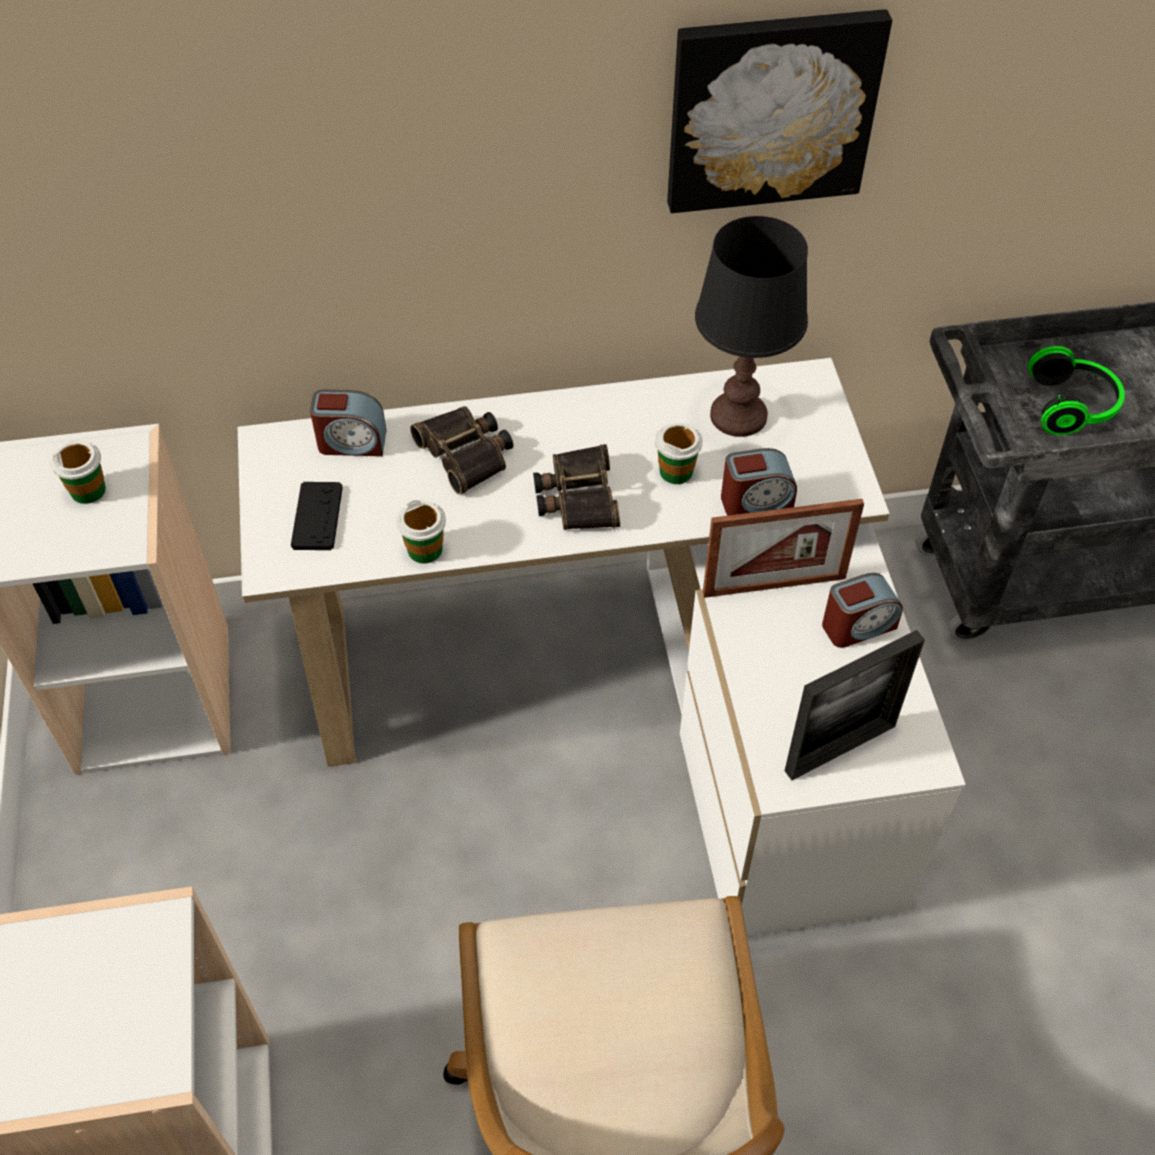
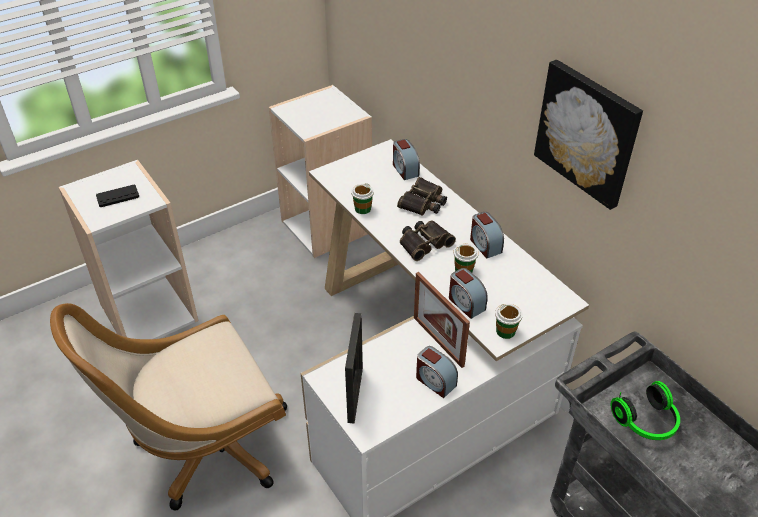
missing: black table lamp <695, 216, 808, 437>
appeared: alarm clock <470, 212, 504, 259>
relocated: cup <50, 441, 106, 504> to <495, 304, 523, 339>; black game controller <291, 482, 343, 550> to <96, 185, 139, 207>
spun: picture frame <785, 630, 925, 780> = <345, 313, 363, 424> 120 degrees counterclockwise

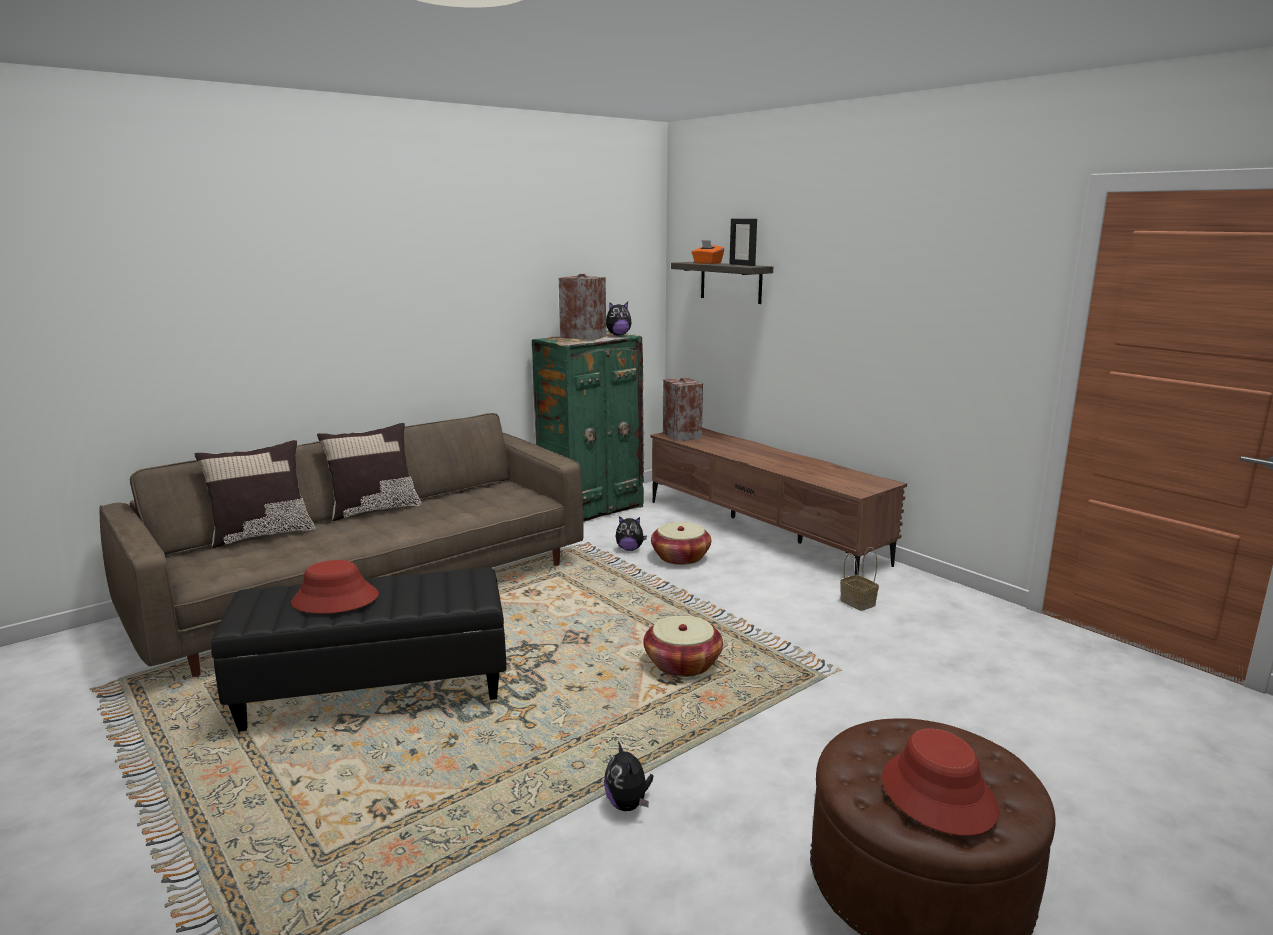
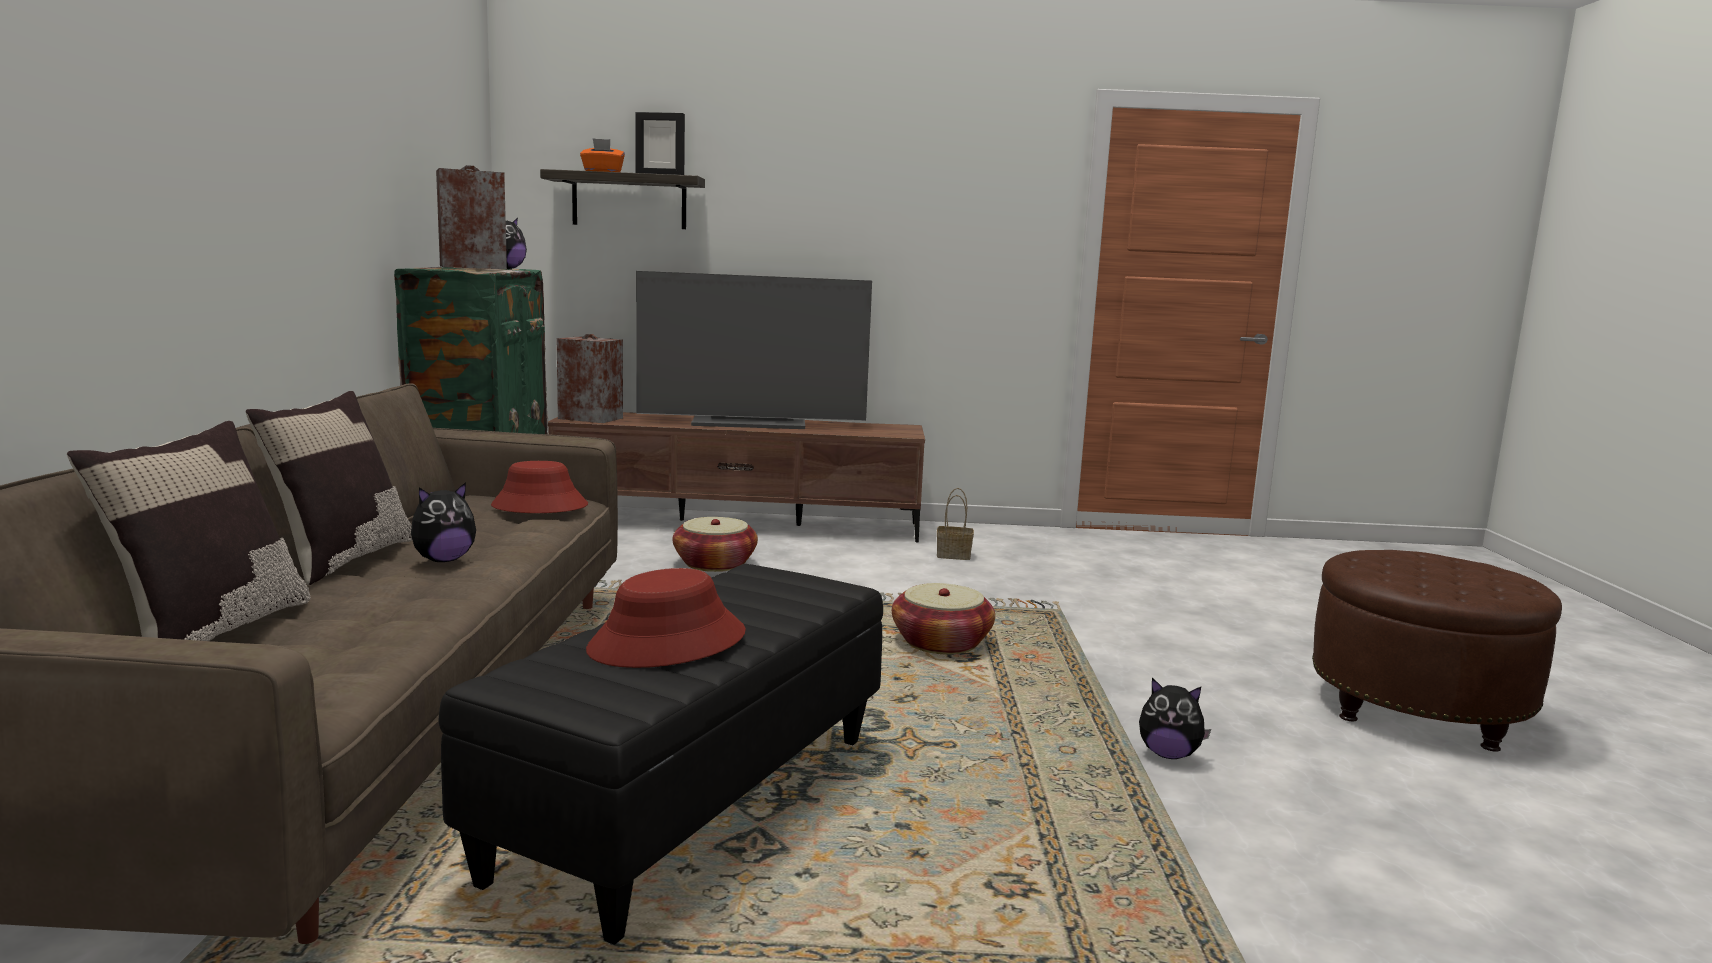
appeared: television <636, 271, 872, 429>
relocated: plush toy <616, 516, 647, 551> to <411, 482, 476, 562>; red hat <882, 728, 999, 836> to <491, 461, 588, 513>

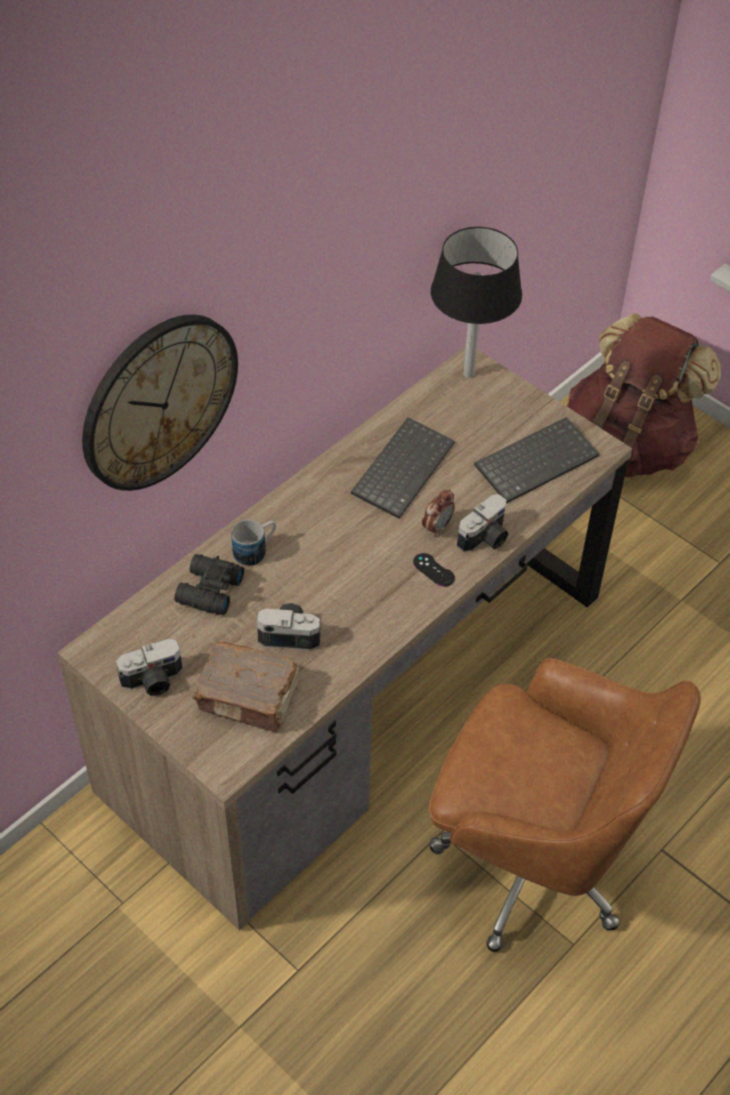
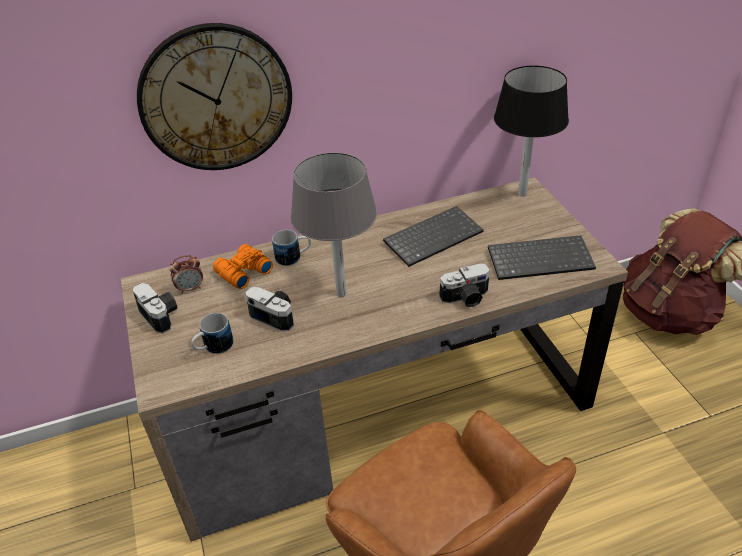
missing: black game controller <413, 553, 455, 587>
appeared: grey table lamp <291, 152, 377, 297>
relocated: alarm clock <422, 489, 455, 537> to <169, 255, 203, 294>
exchanged: brown book <192, 641, 299, 733> to mug <191, 313, 233, 354>
colour: black binoculars <174, 554, 244, 615> to orange binoculars <213, 244, 273, 289>
spun: photo camera <116, 638, 183, 696> = <133, 283, 177, 334> 135 degrees counterclockwise

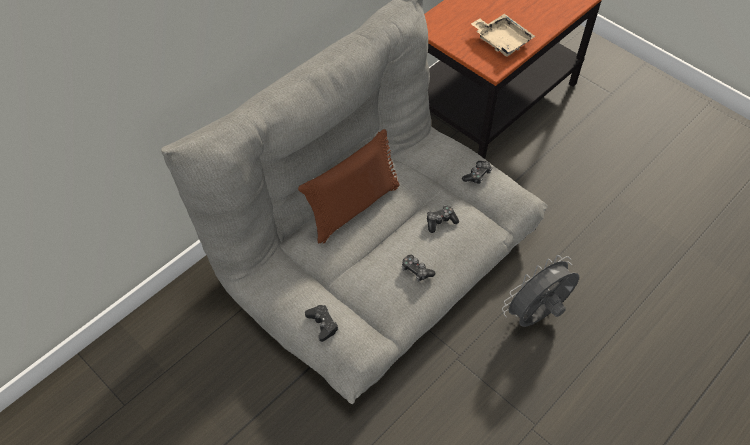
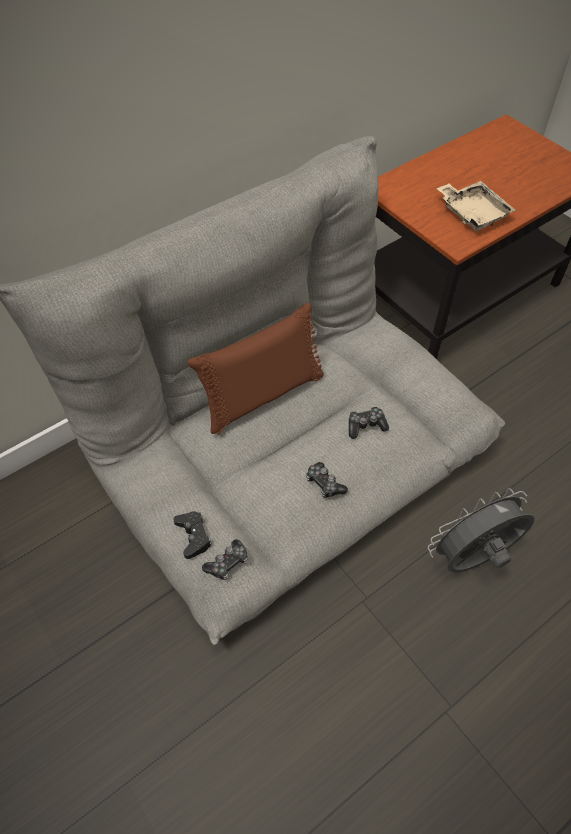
relocated: game controller <462, 161, 492, 184> to <202, 539, 248, 580>

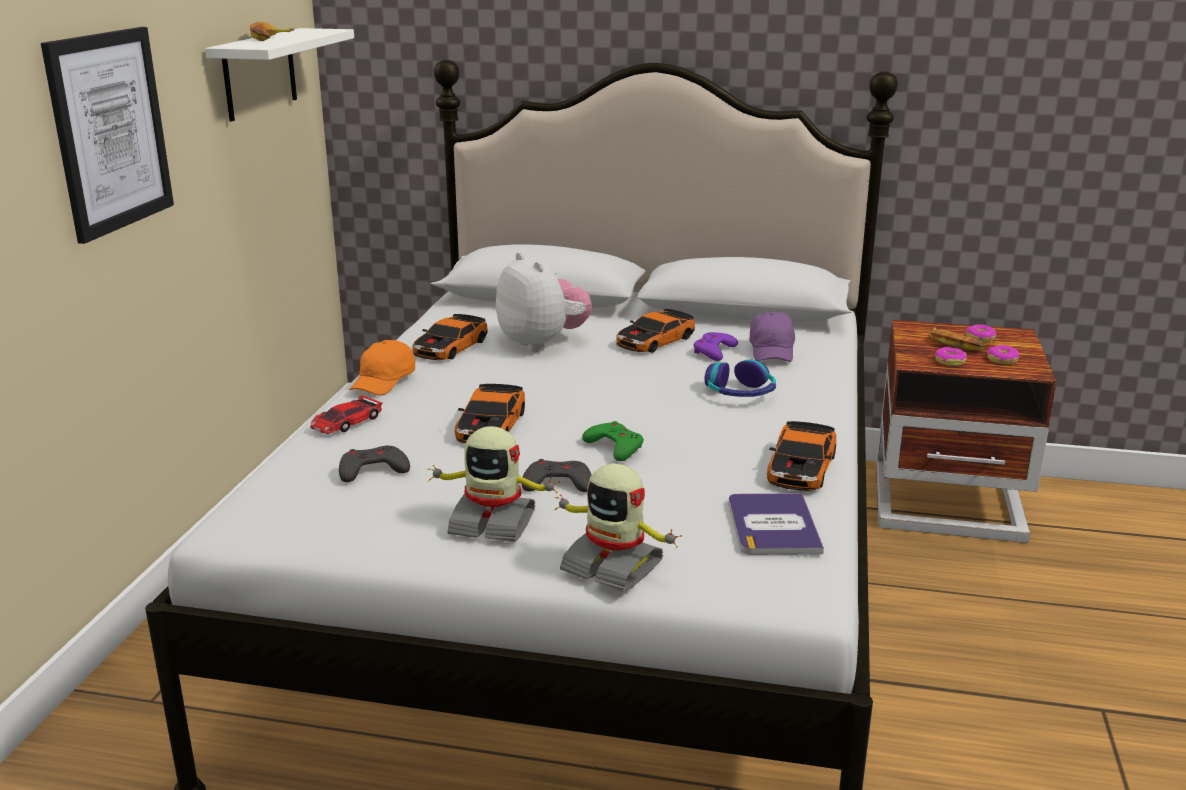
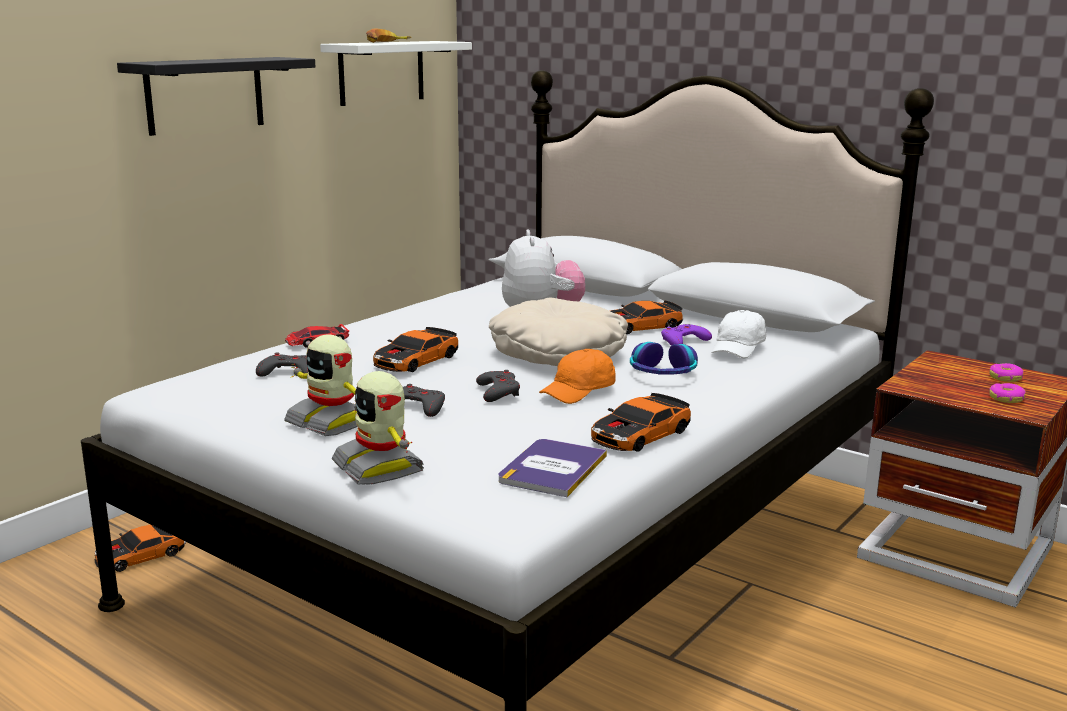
missing: banana <930, 327, 986, 351>; donut <935, 347, 967, 366>
appeared: beige pillow <489, 298, 628, 366>
relocated: orange cap <349, 340, 415, 396> to <539, 349, 616, 404>; toy car <412, 314, 487, 360> to <94, 525, 186, 572>
exchanged: picture <41, 27, 174, 244> to black shelf <117, 57, 316, 136>
colour: green game controller <582, 421, 644, 461> to grey game controller <476, 370, 520, 402>; purple cap <749, 311, 795, 362> to white cap <711, 310, 766, 358>

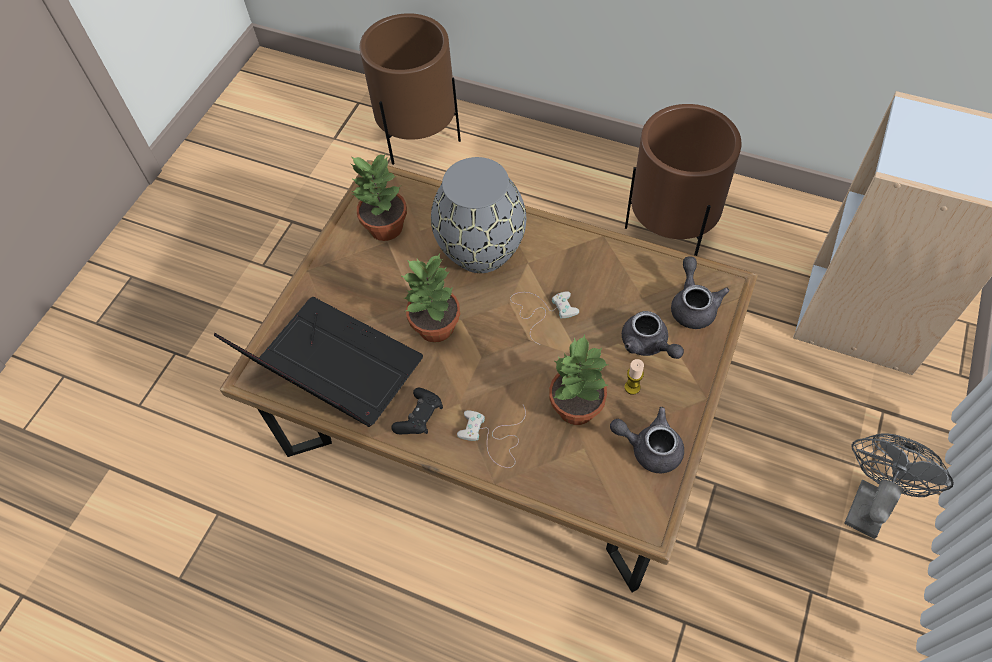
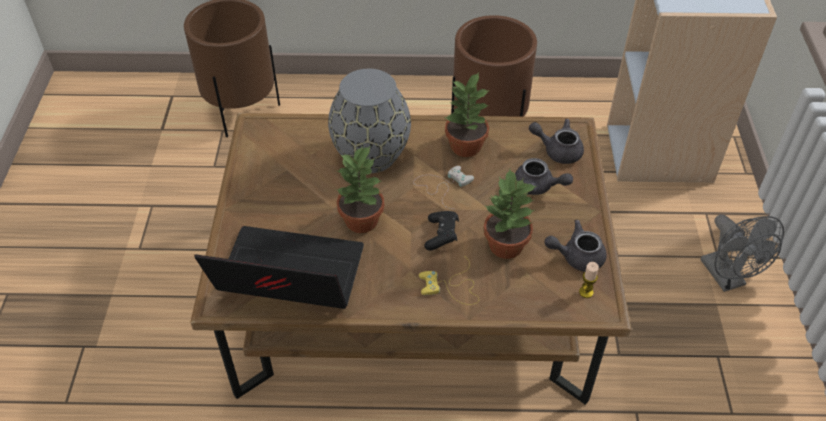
relocated: potted plant <351, 153, 407, 241> to <445, 72, 490, 157>; black game controller <391, 388, 443, 434> to <424, 211, 459, 251>; candle <625, 359, 644, 395> to <579, 262, 599, 298>
colour: white game controller <457, 404, 526, 468> to yellow game controller <419, 255, 479, 305>
spun: grey teapot <671, 256, 729, 329> = <529, 119, 584, 164> 45 degrees counterclockwise; grey fan <844, 433, 954, 539> = <700, 214, 784, 292> 150 degrees clockwise

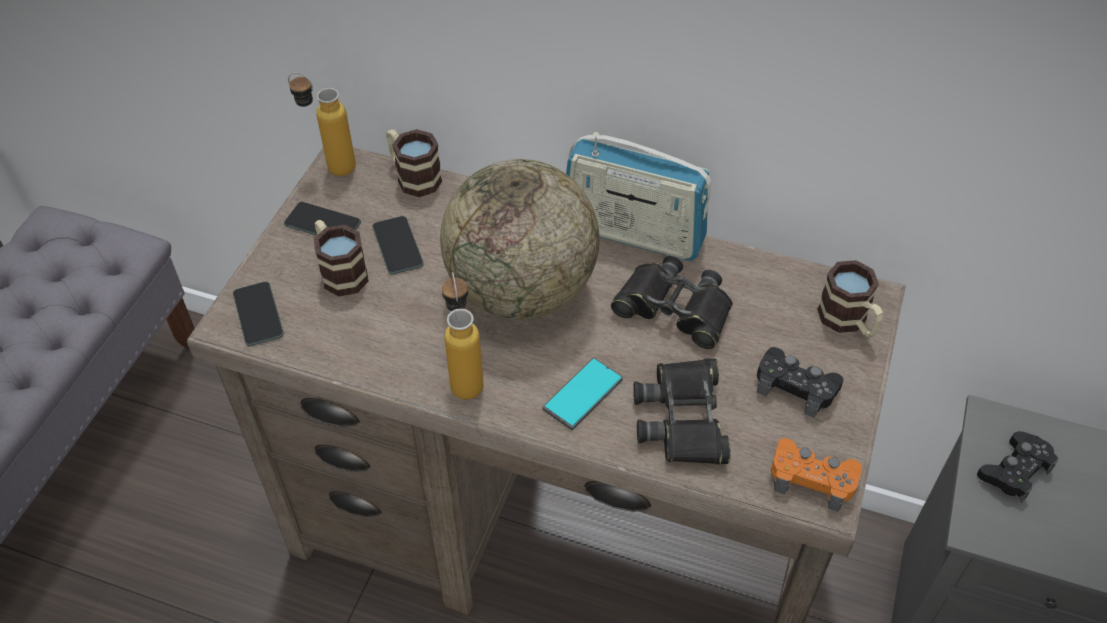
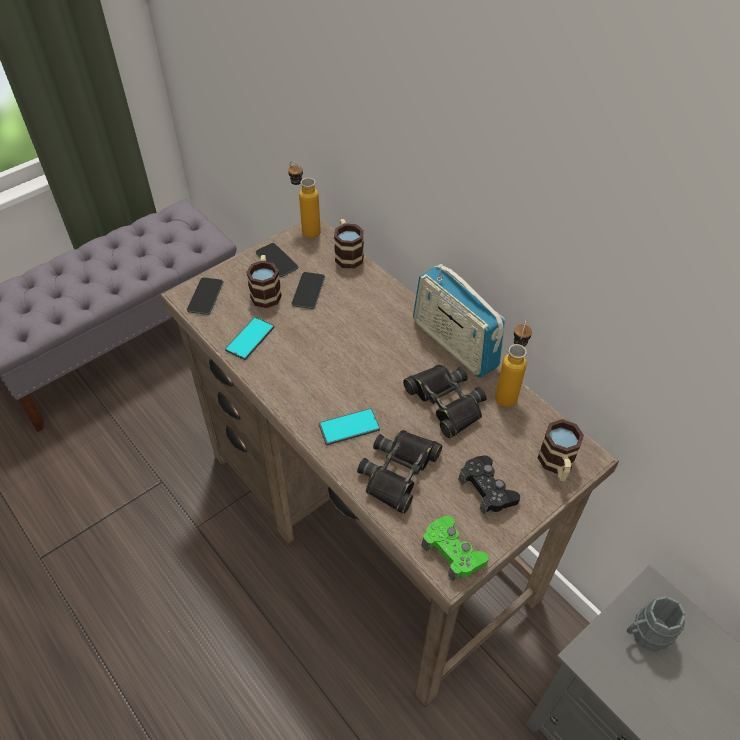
missing: globe <440, 159, 600, 319>
appeared: phone <225, 317, 275, 360>
relocated: bottle <442, 272, 484, 400> to <495, 320, 532, 407>
exchanged: black game controller <977, 431, 1058, 503> to grey mug <627, 596, 685, 652>
colour: orange game controller <771, 438, 862, 512> to green game controller <422, 516, 489, 581>

